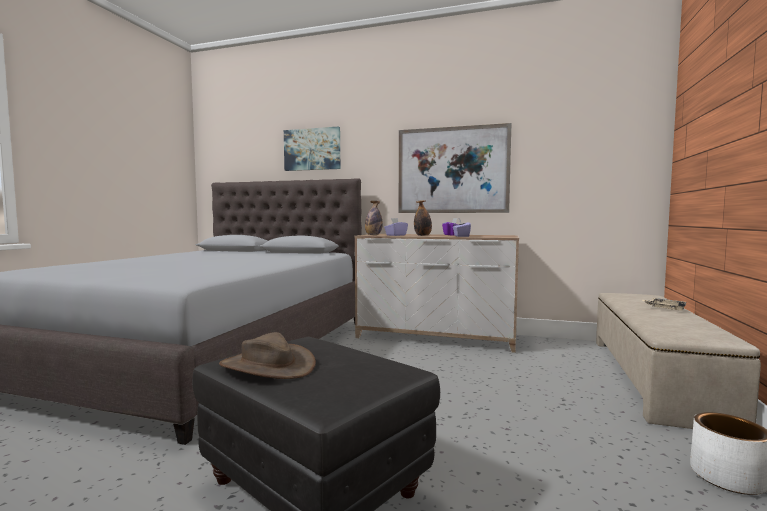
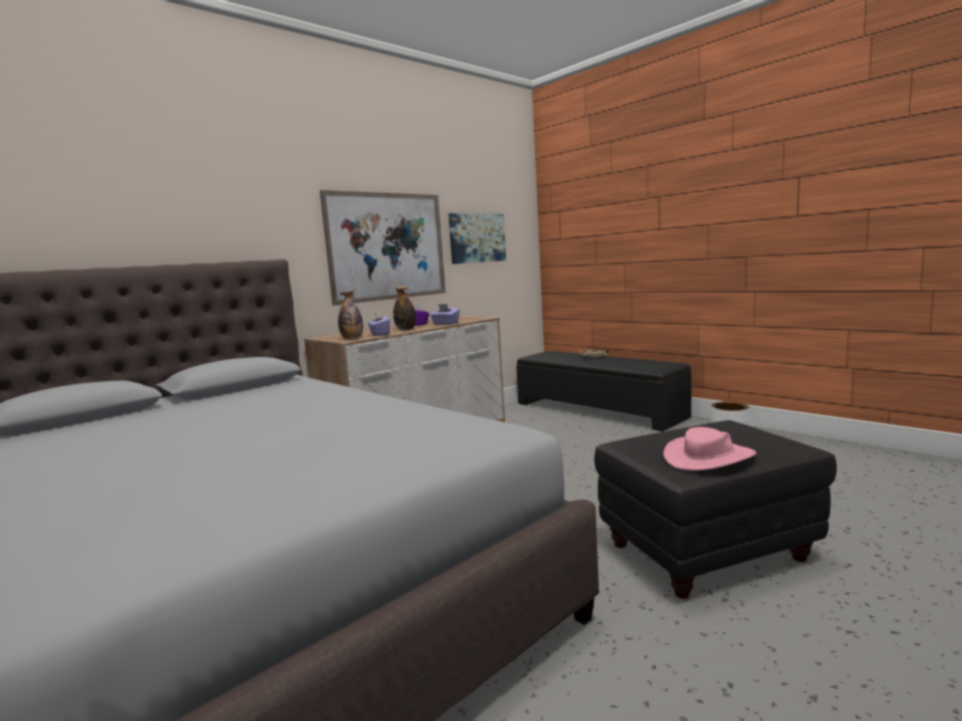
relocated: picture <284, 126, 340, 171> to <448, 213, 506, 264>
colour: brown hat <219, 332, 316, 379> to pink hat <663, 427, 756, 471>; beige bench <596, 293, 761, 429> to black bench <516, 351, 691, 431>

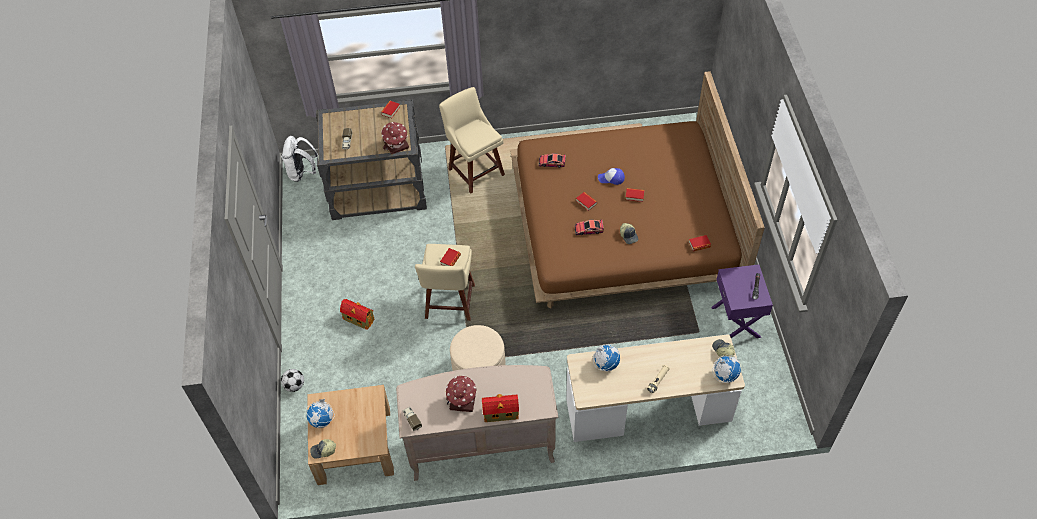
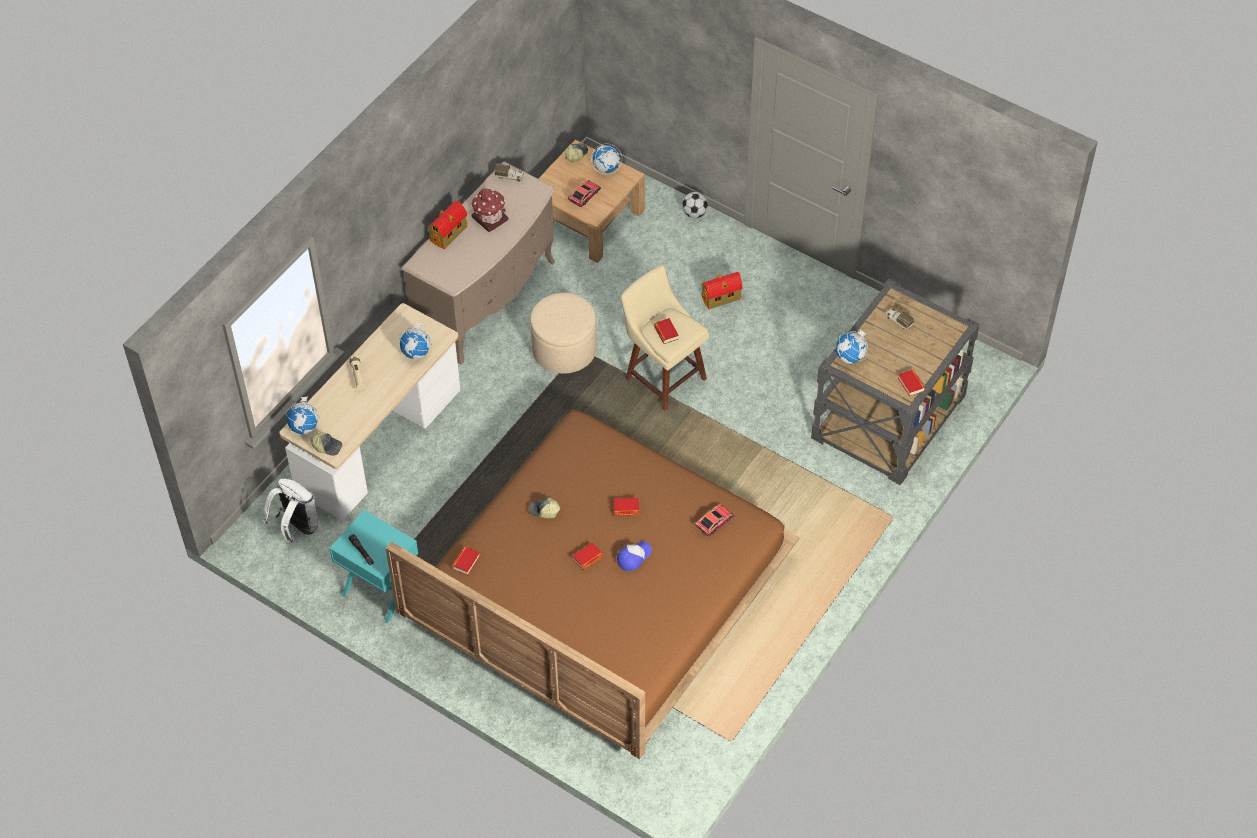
missing: beige stool <439, 87, 505, 194>
relocated: white backpack <281, 136, 318, 182> to <263, 479, 319, 544>; toy car <574, 219, 604, 235> to <568, 180, 601, 207>
exchanged: toy house <381, 122, 409, 154> to globe <836, 330, 868, 364>
colour: purple nightstand <711, 264, 773, 338> to turquoise nightstand <329, 510, 418, 623>

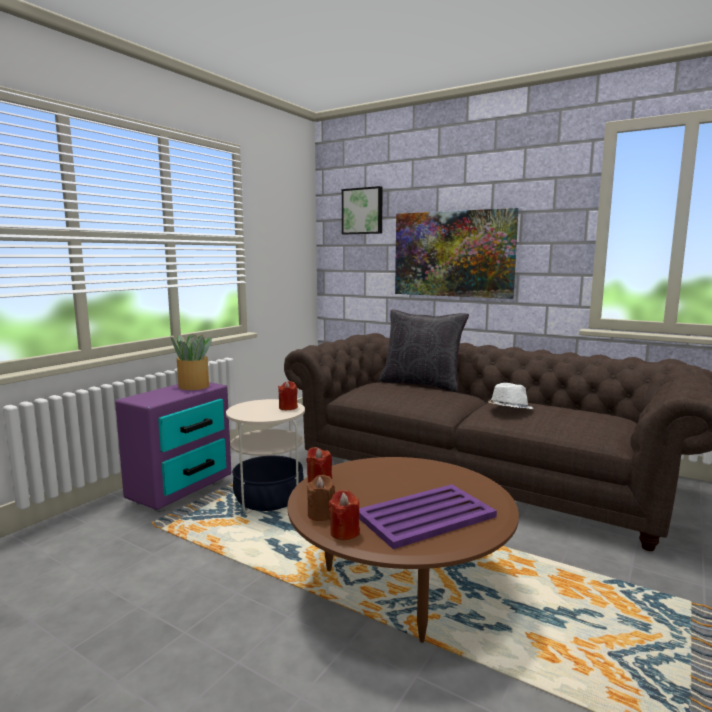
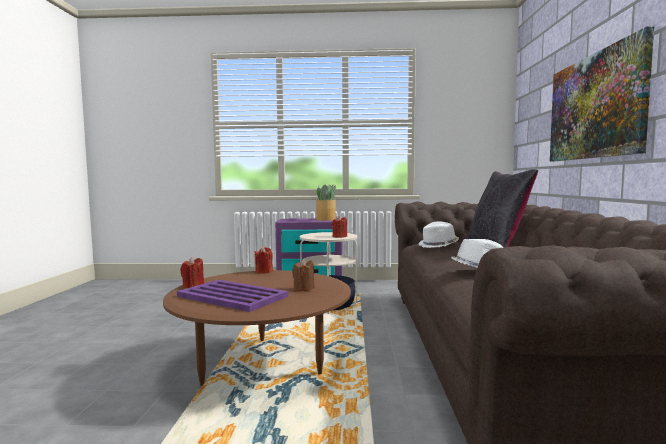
missing: picture <342, 186, 383, 234>
appeared: white hat <419, 221, 459, 248>
relocated: brown candle <306, 475, 335, 521> to <292, 259, 315, 291>

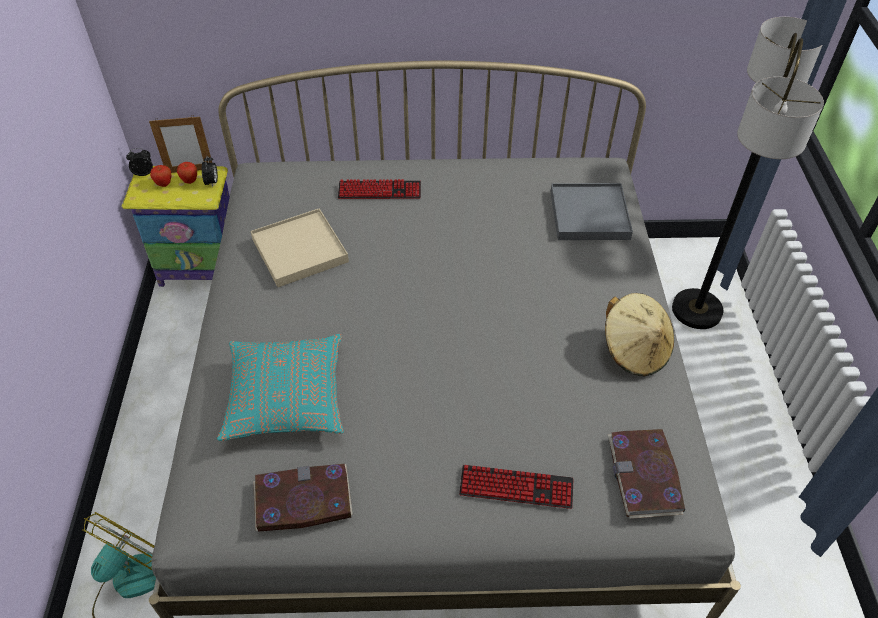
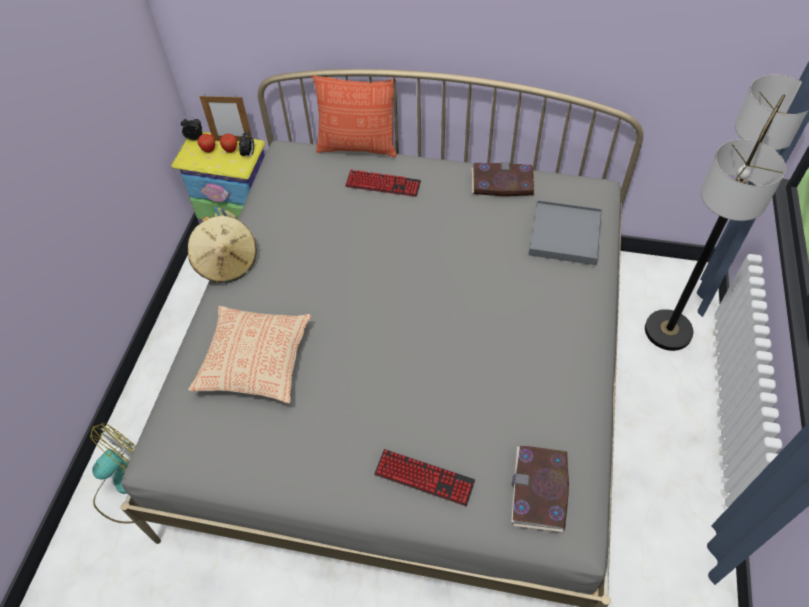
missing: beige tray <250, 208, 349, 287>
appeared: orange pillow <312, 75, 397, 158>
relocated: book <253, 464, 353, 532> to <471, 162, 535, 196>; beige hat <605, 293, 674, 376> to <188, 216, 257, 283>
colour: turquoise pillow <217, 334, 344, 441> to beige pillow <188, 306, 312, 403>

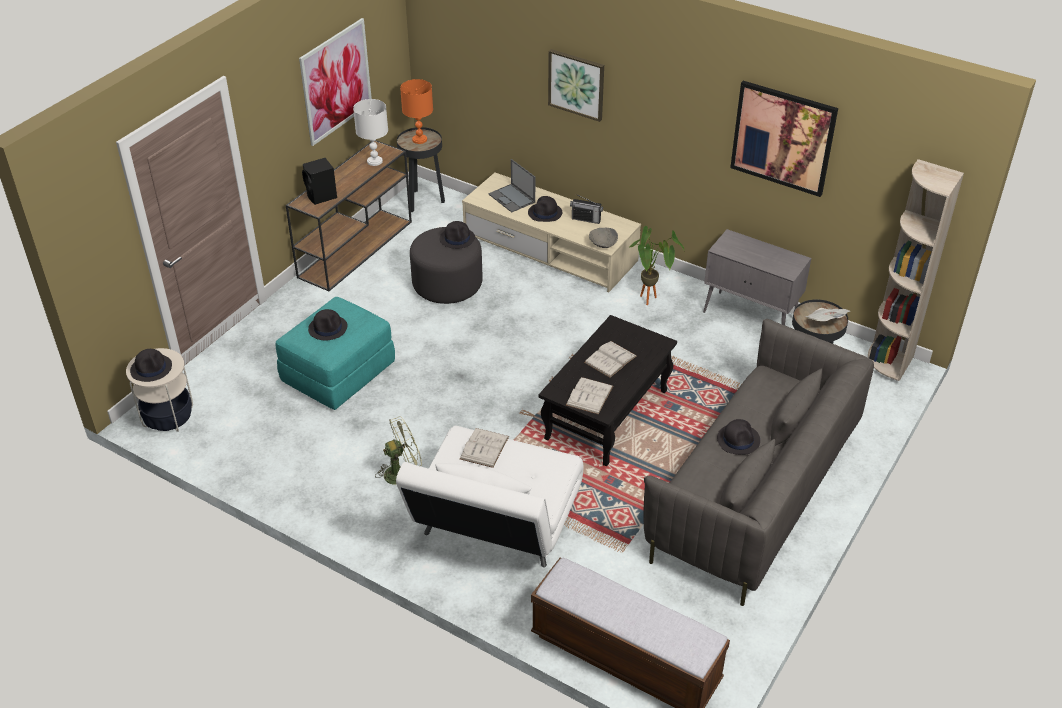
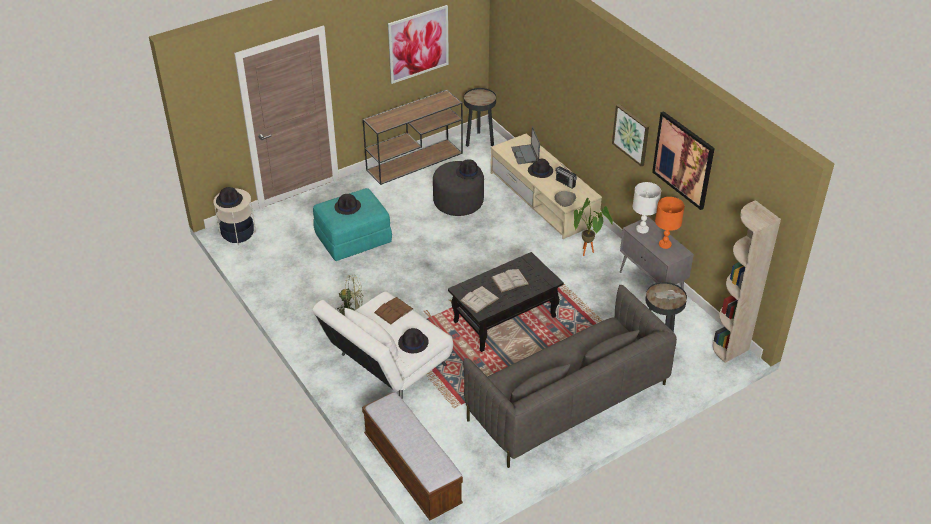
missing: black speaker <302, 158, 337, 205>
relocated: white table lamp <353, 99, 388, 166> to <633, 182, 661, 233>; orange table lamp <400, 79, 433, 144> to <655, 197, 685, 249>; picture <548, 49, 604, 122> to <612, 104, 649, 167>; black hat <717, 419, 760, 455> to <398, 328, 429, 353>
colour: white book <460, 428, 509, 468> to brown book <374, 297, 413, 325>

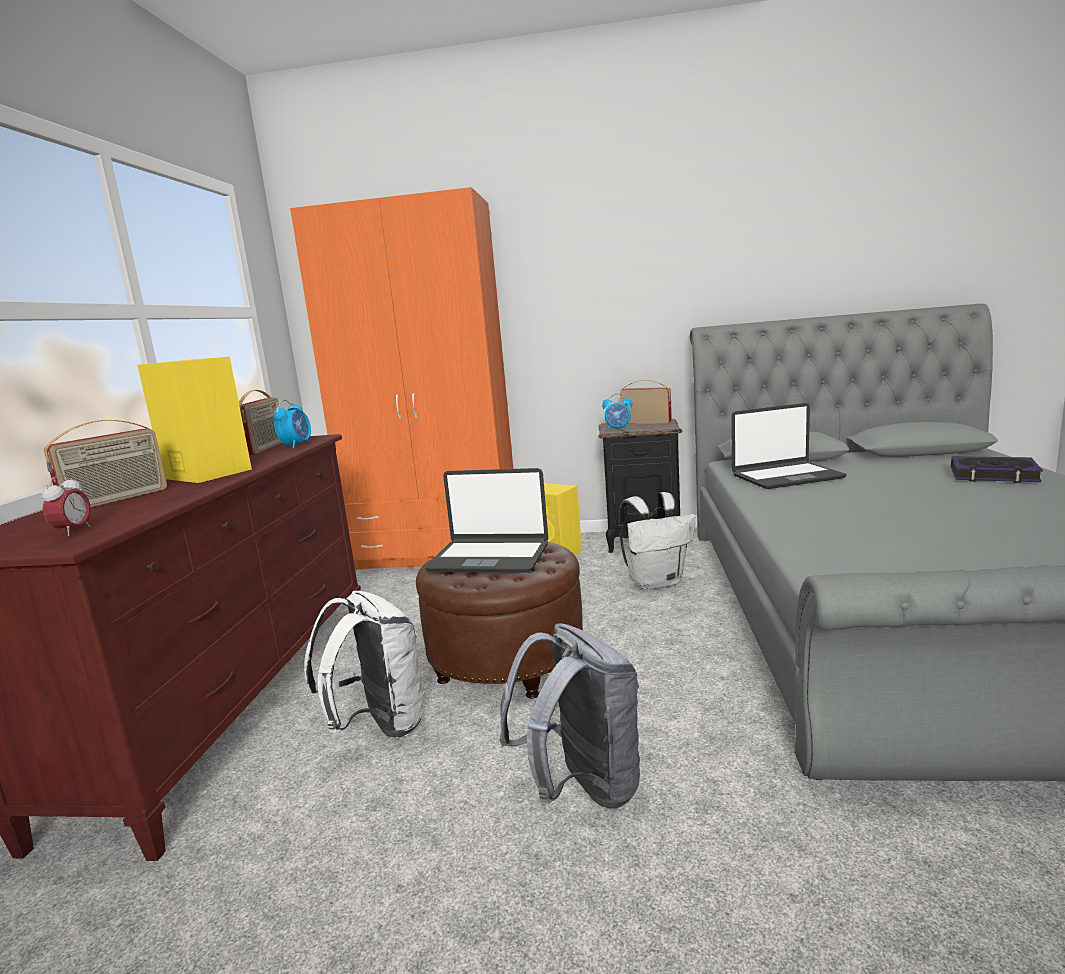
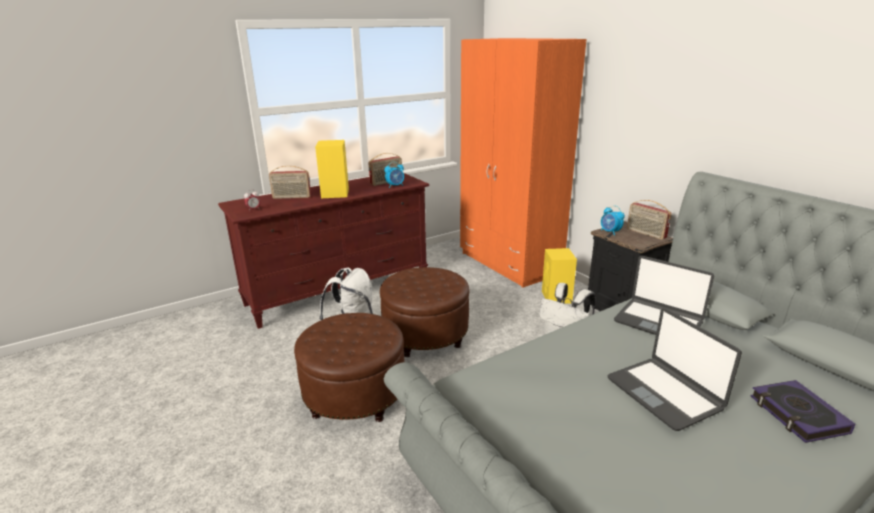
relocated: laptop <425, 468, 548, 573> to <608, 308, 742, 431>
exchanged: grey backpack <500, 623, 640, 809> to brown ottoman <294, 313, 405, 422>
spun: radio <620, 380, 672, 424> = <627, 200, 671, 240> 150 degrees clockwise

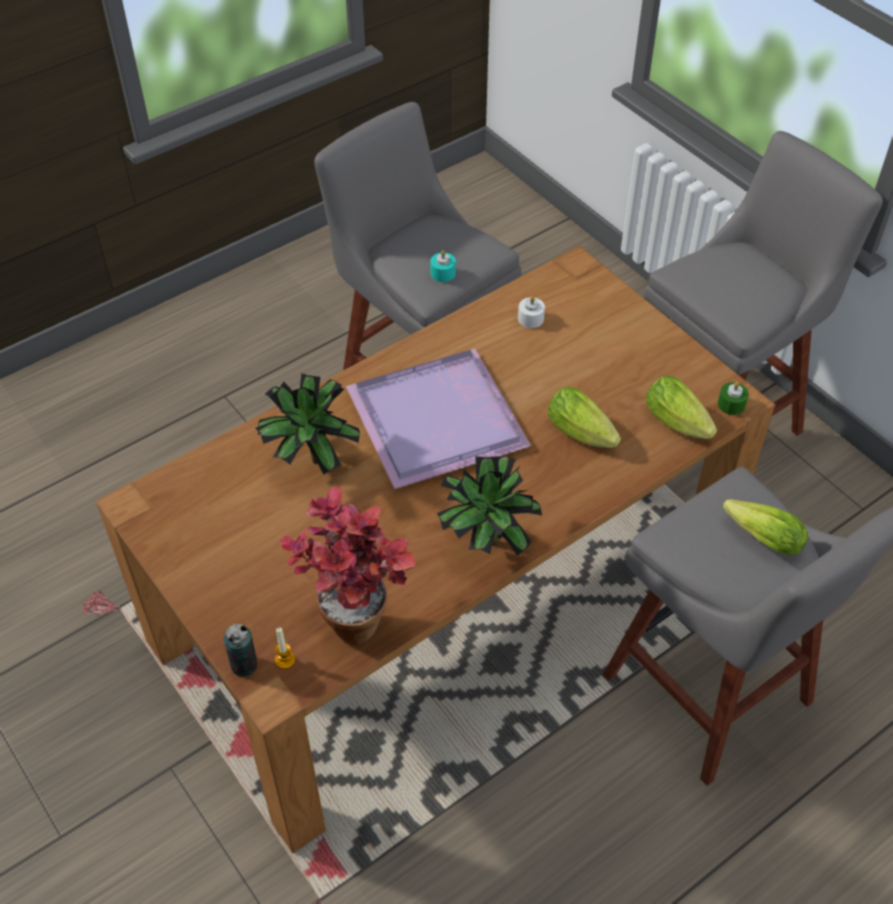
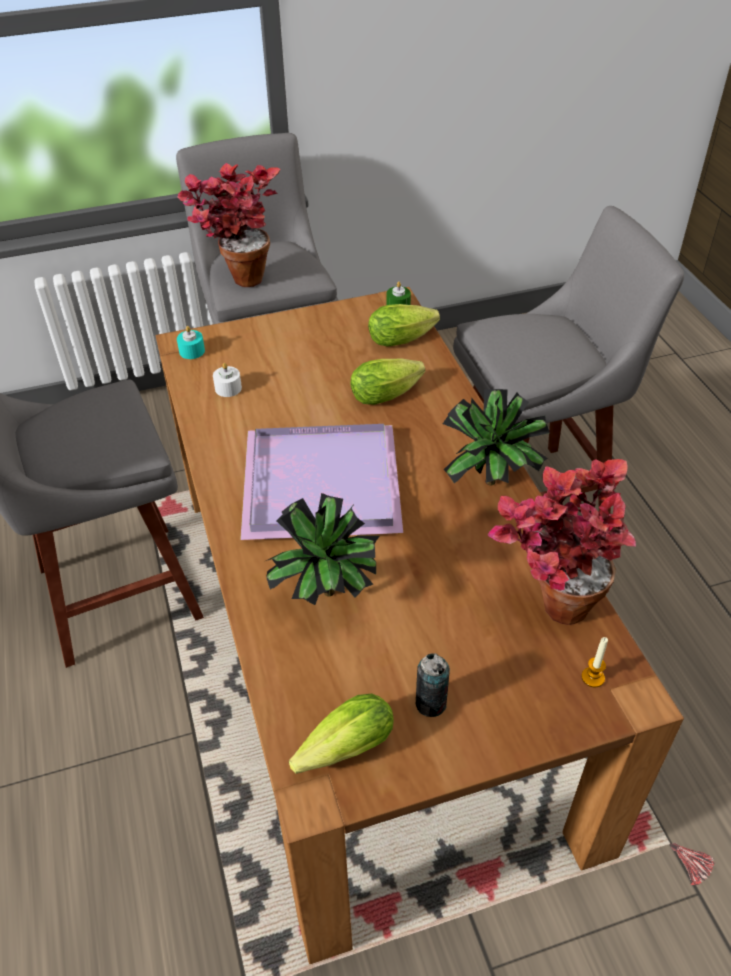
appeared: potted plant <177, 163, 280, 287>
relocated: can <223, 624, 258, 677> to <416, 653, 450, 717>; turquoise candle <430, 250, 456, 282> to <177, 326, 205, 359>; lettuce <722, 499, 808, 555> to <289, 693, 394, 774>

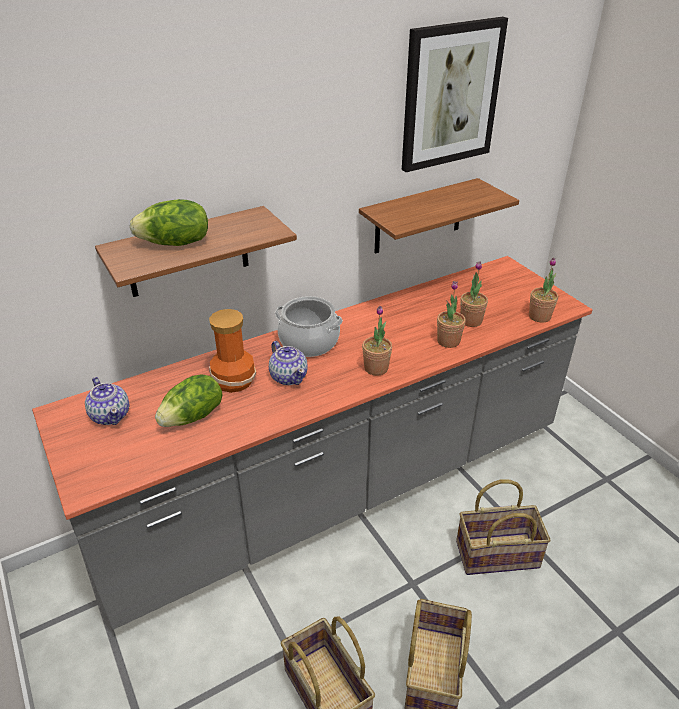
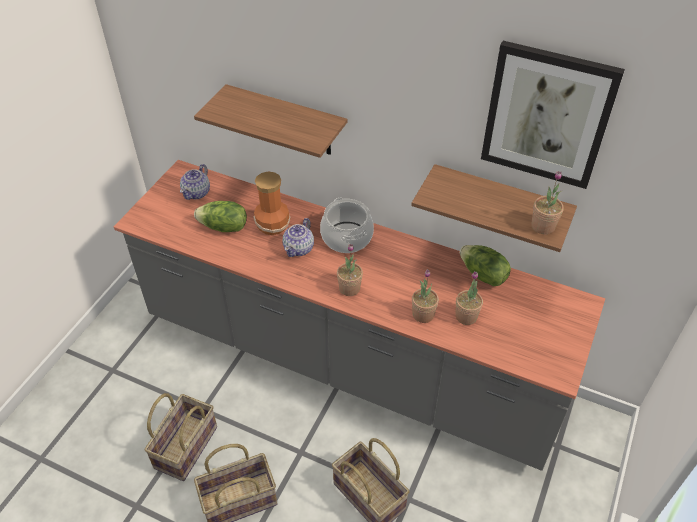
relocated: lettuce <130, 199, 208, 246> to <460, 245, 511, 286>; potted plant <529, 258, 558, 323> to <531, 171, 564, 234>

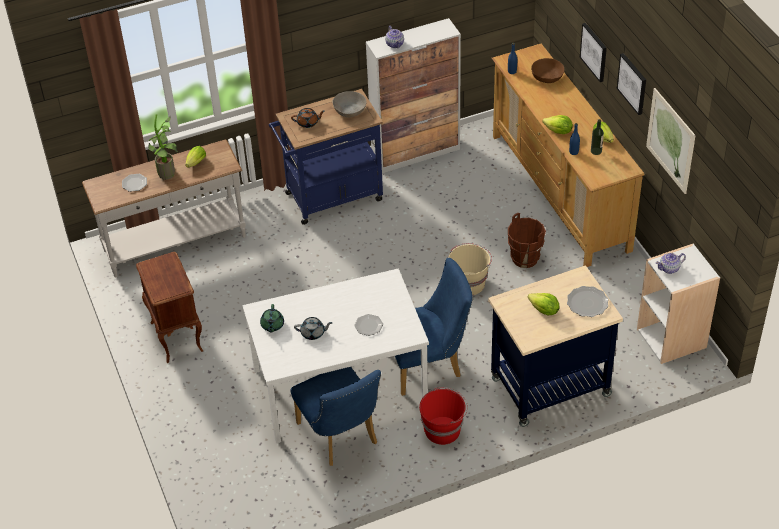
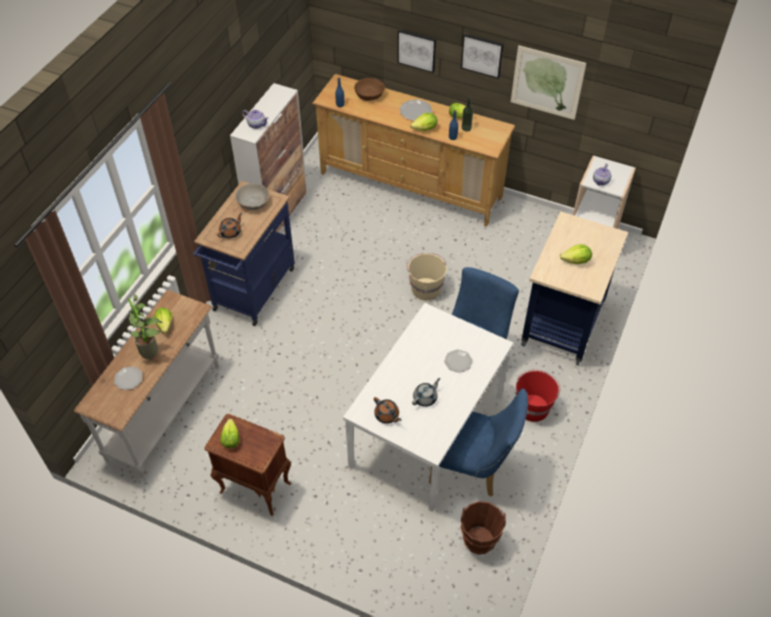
appeared: lettuce <220, 419, 239, 449>
relocated: brown bucket <508, 213, 546, 268> to <461, 501, 506, 555>; plate <567, 286, 609, 317> to <399, 99, 433, 121>
colour: green teapot <260, 304, 284, 332> to brown teapot <374, 397, 402, 424>

